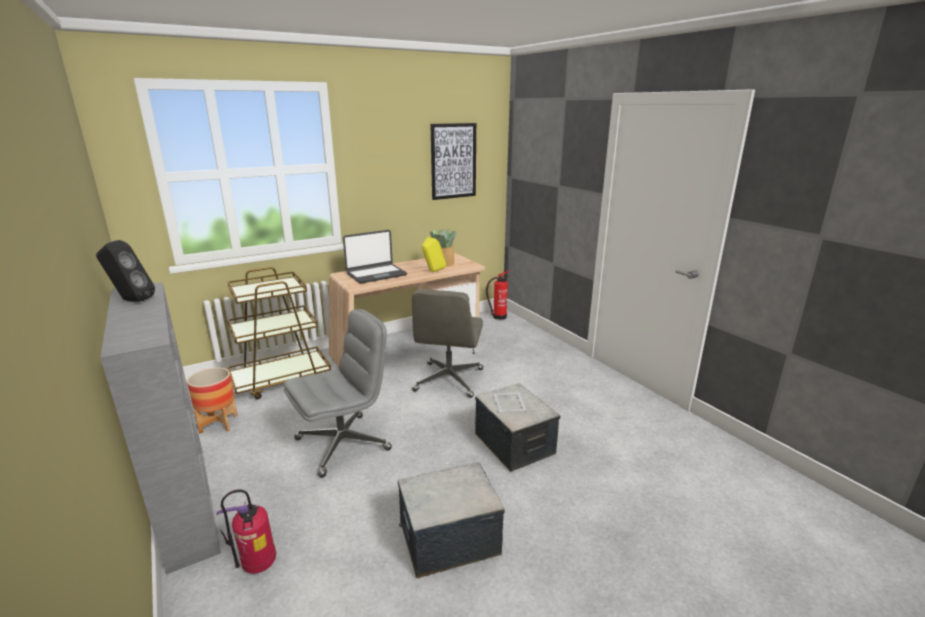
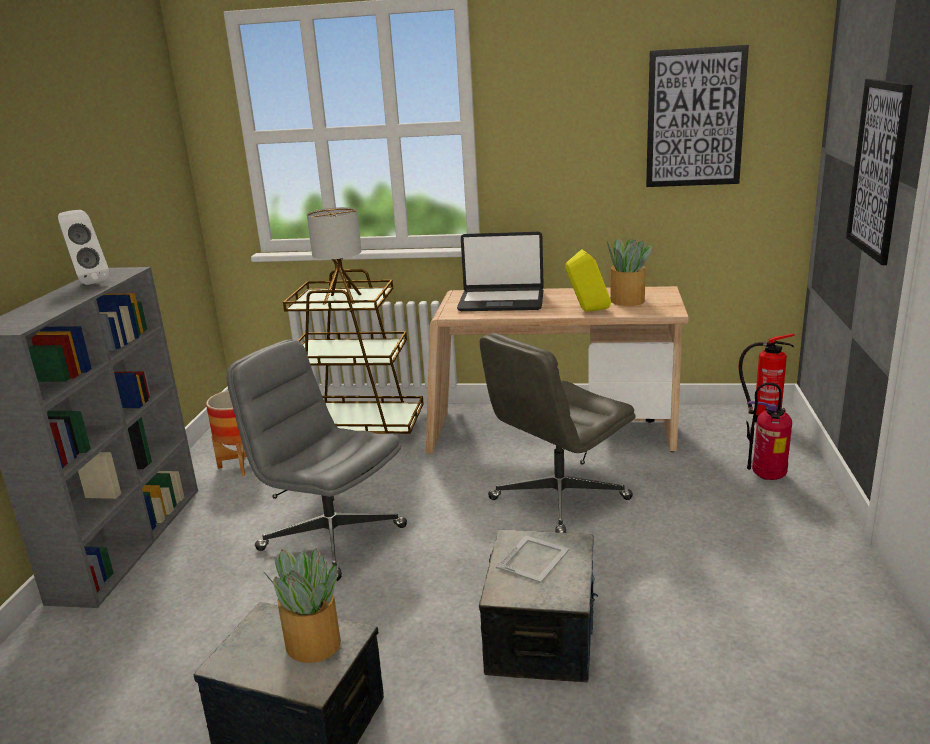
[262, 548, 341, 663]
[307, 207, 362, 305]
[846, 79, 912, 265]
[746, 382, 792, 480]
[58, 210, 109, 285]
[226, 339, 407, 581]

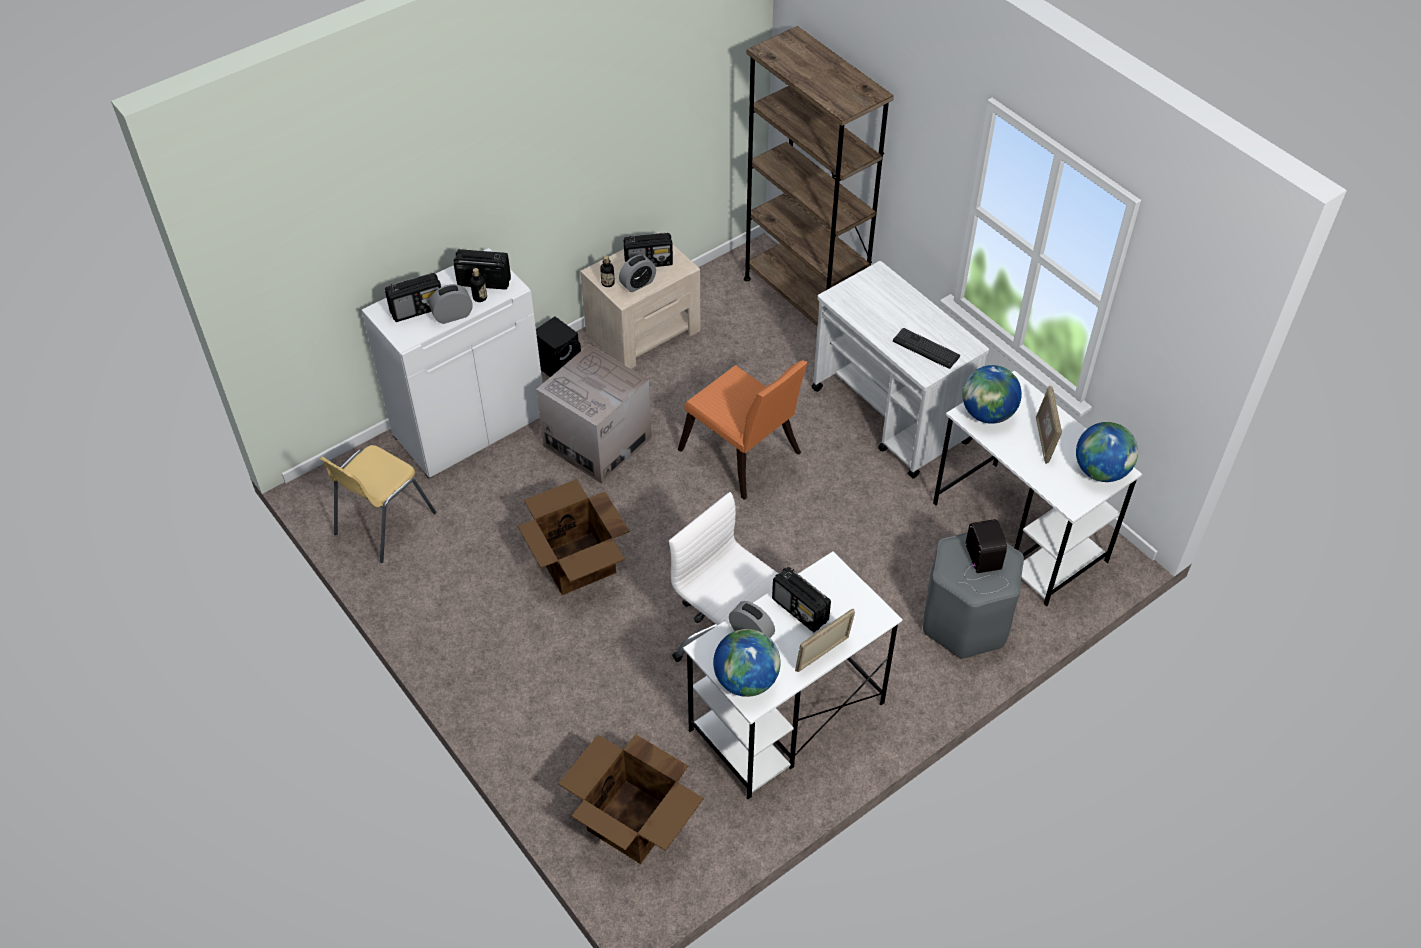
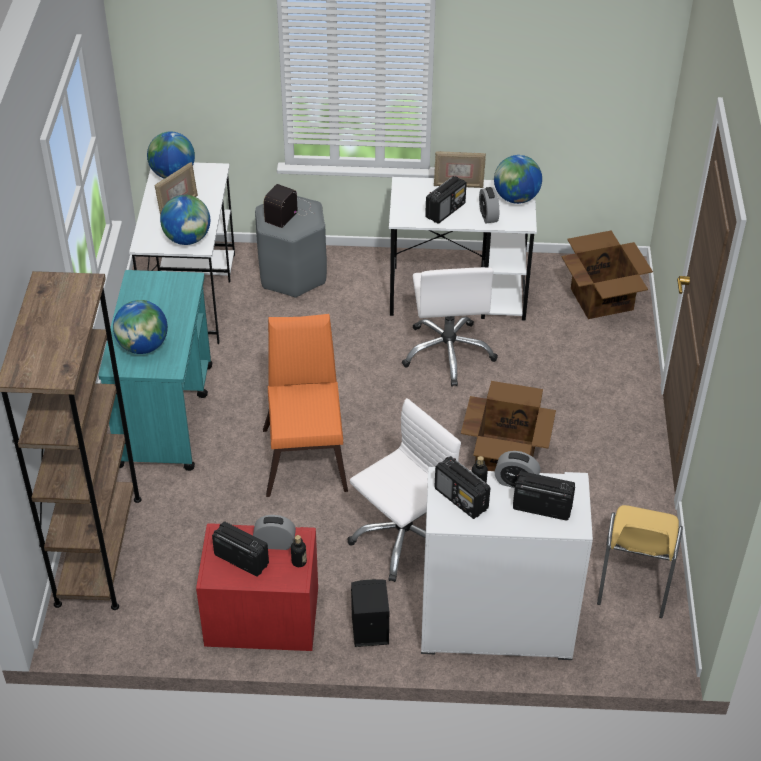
[893, 328, 960, 369] (first image)
[113, 300, 168, 354]
[347, 398, 461, 582]
[196, 523, 318, 651]
[99, 270, 212, 471]
[597, 505, 683, 618]
[425, 176, 467, 224]

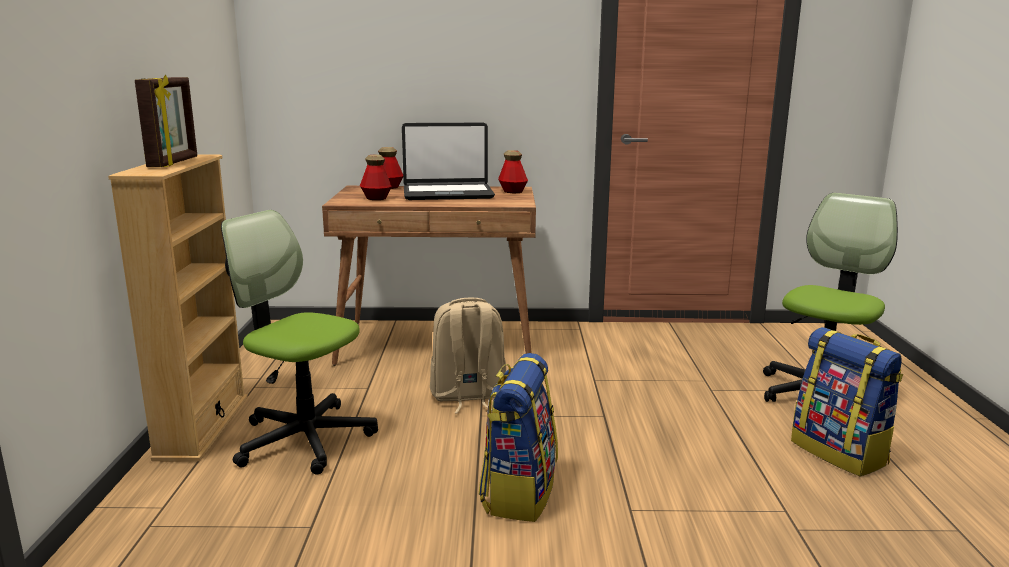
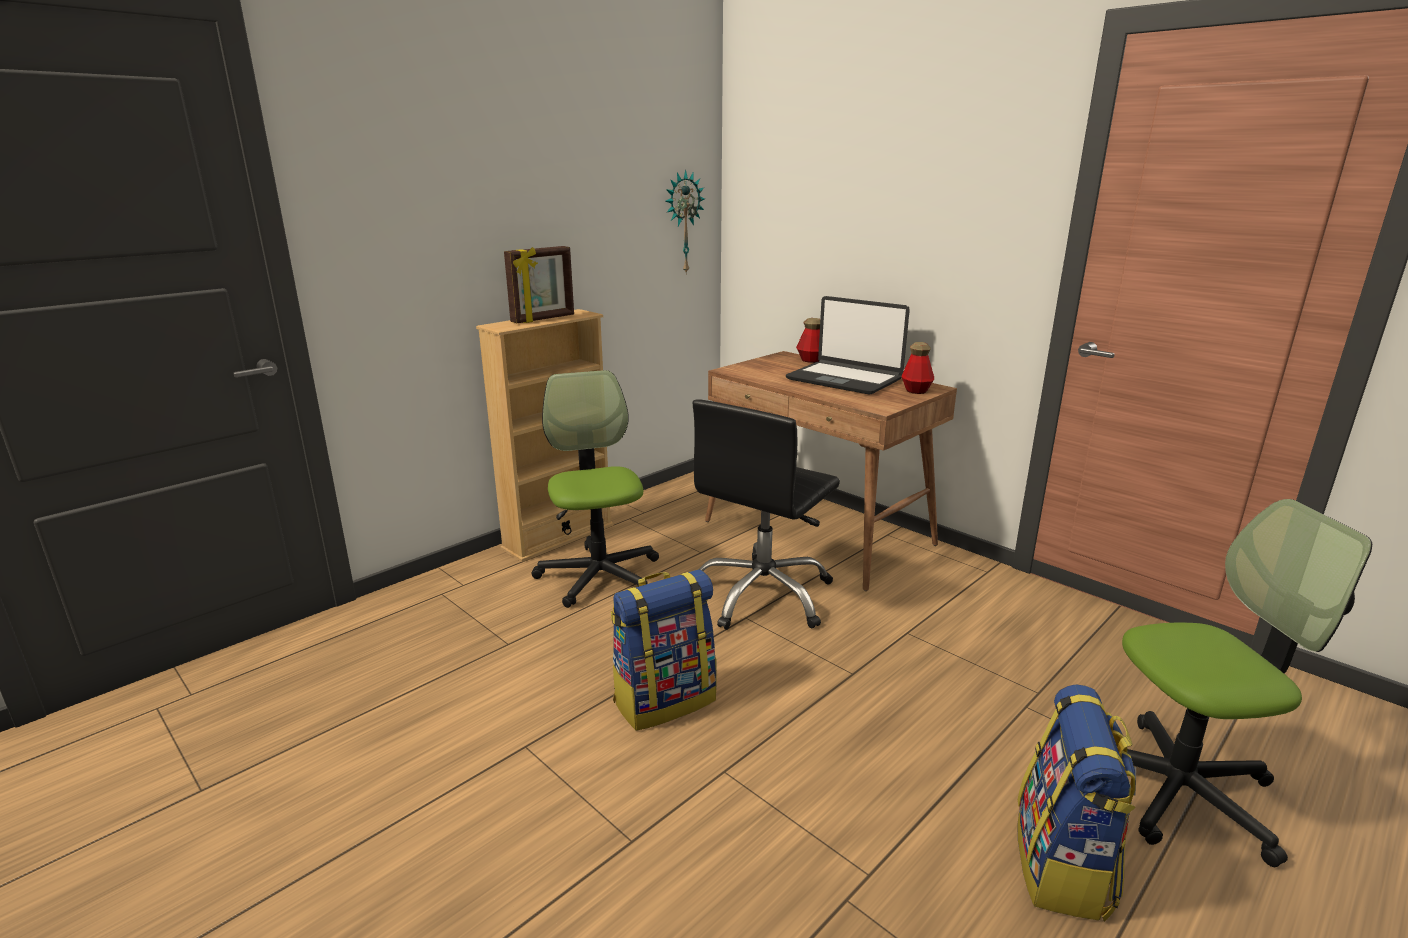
[360, 155, 392, 200] (first image)
[666, 169, 705, 275]
[693, 399, 840, 630]

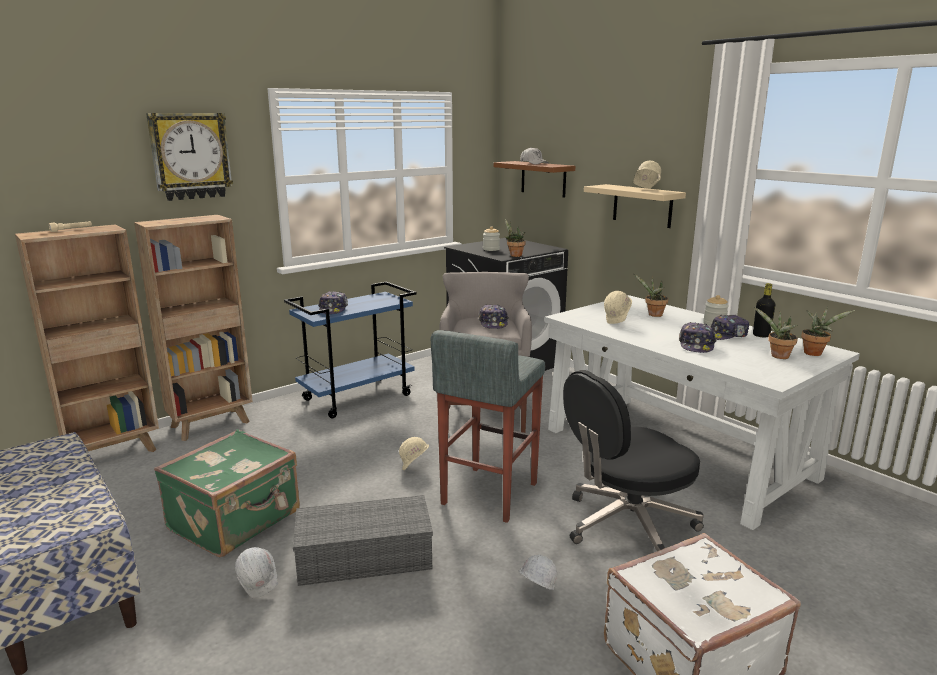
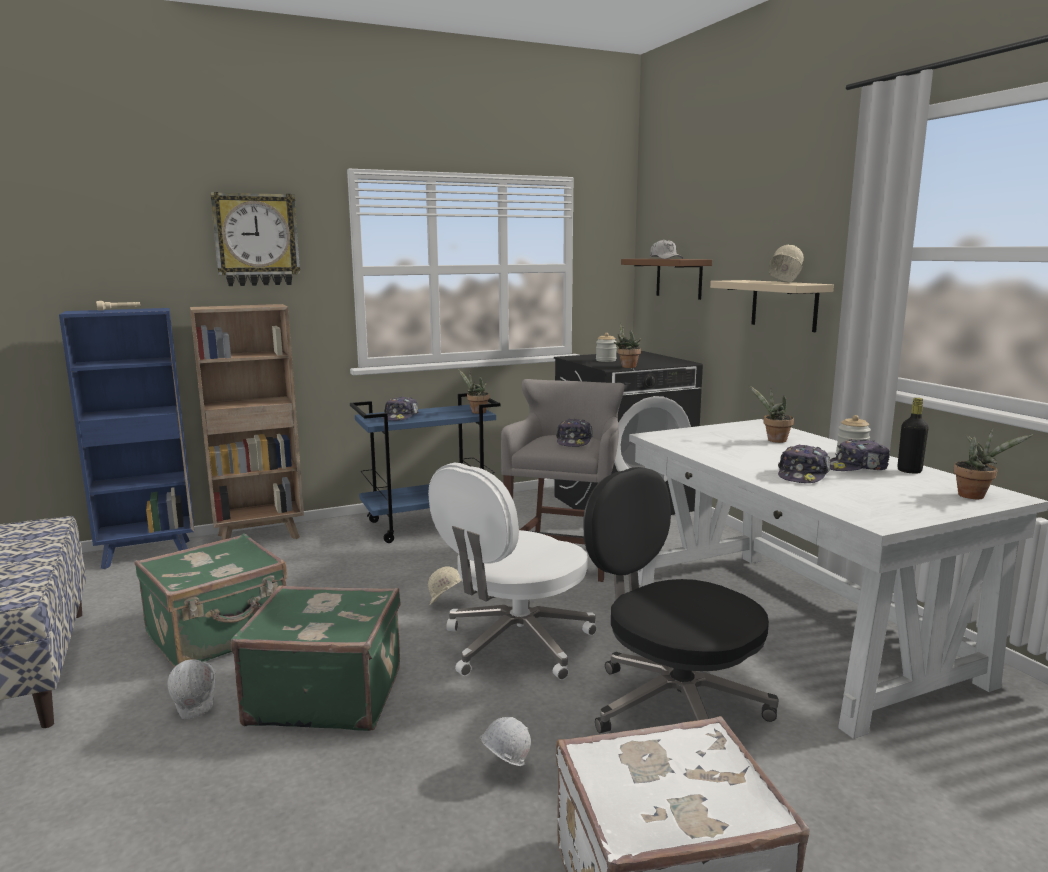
[604, 291, 632, 324] (first image)
[458, 369, 490, 414]
[231, 585, 401, 731]
[428, 463, 597, 680]
[59, 308, 194, 569]
[583, 467, 779, 733]

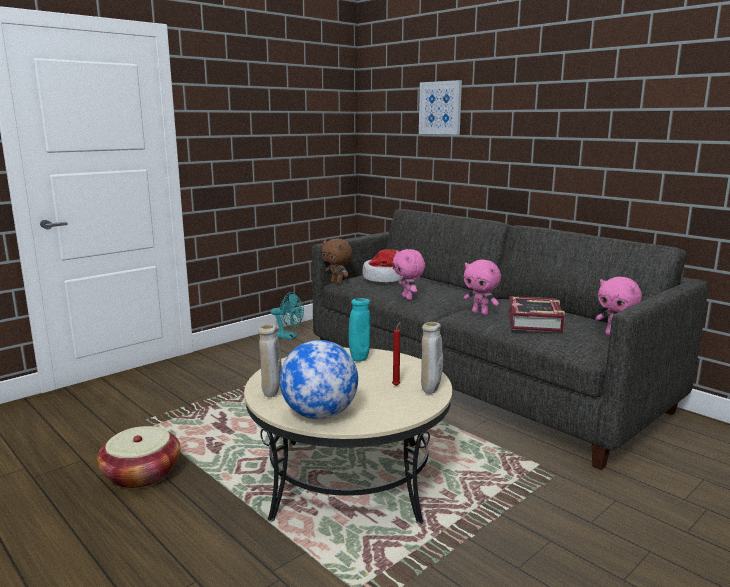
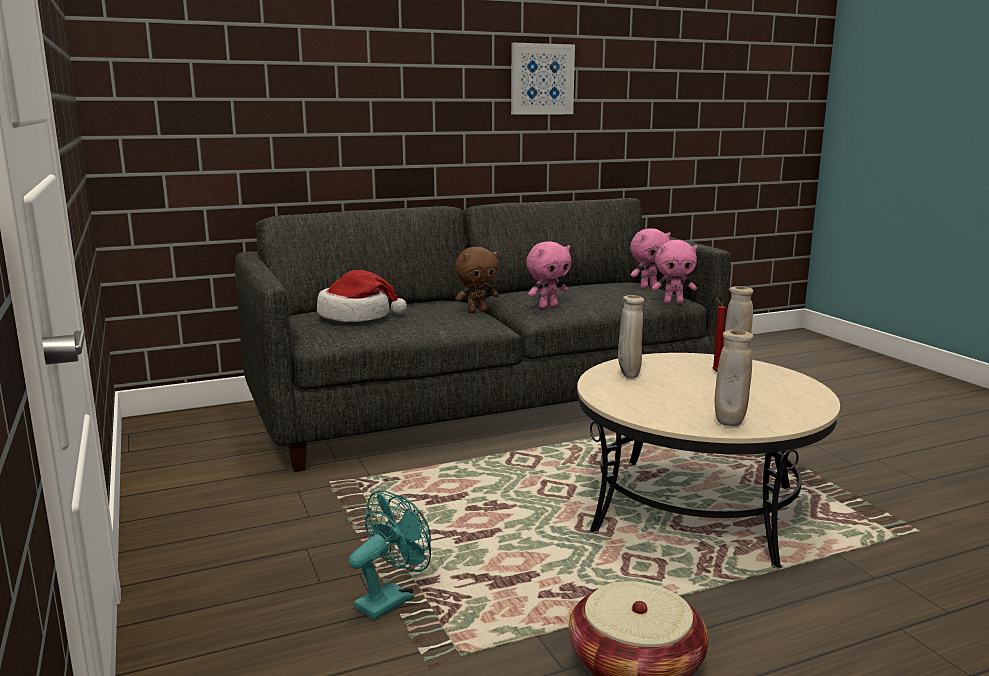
[280, 340, 358, 419] (first image)
[508, 296, 565, 332] (first image)
[348, 490, 431, 620]
[455, 247, 499, 313]
[652, 240, 698, 304]
[511, 43, 575, 115]
[618, 295, 644, 378]

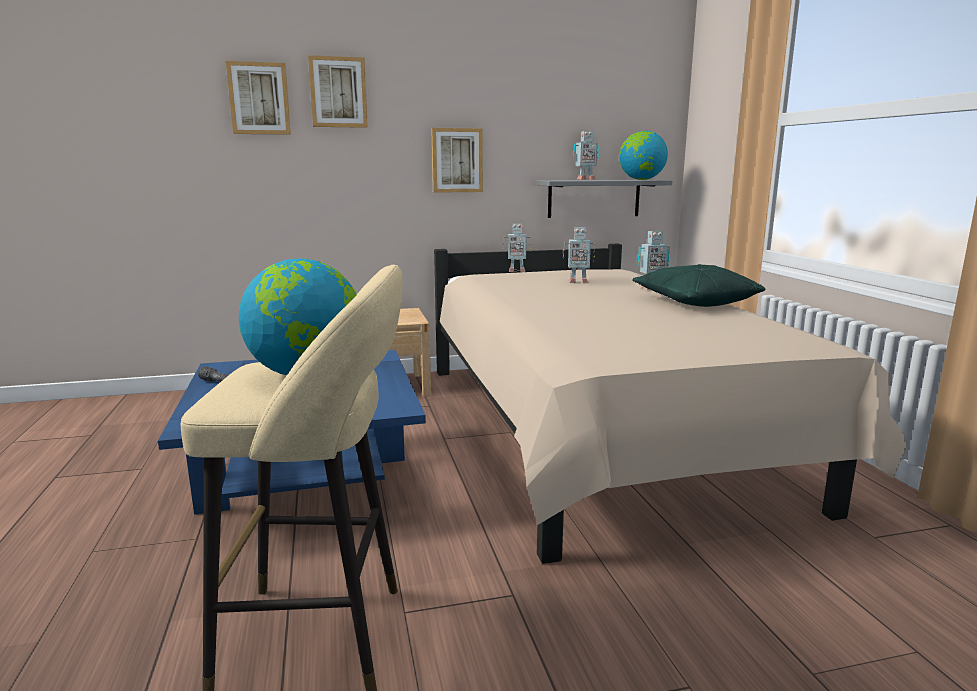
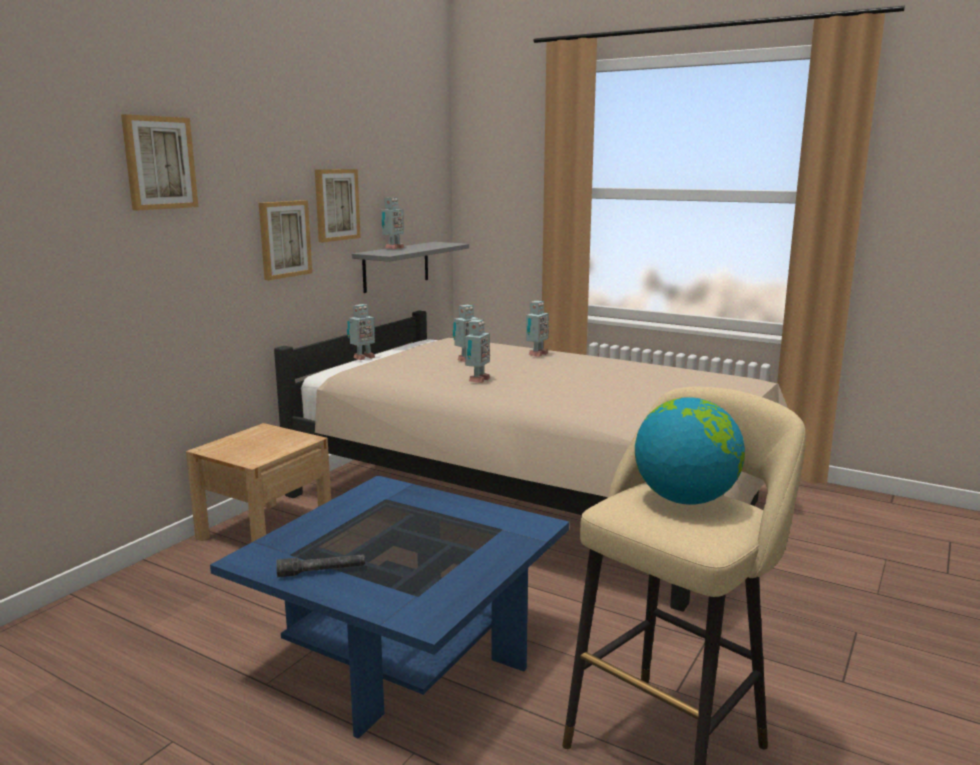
[619, 131, 668, 180] (first image)
[632, 264, 766, 307] (first image)
[465, 319, 490, 383]
[315, 169, 361, 242]

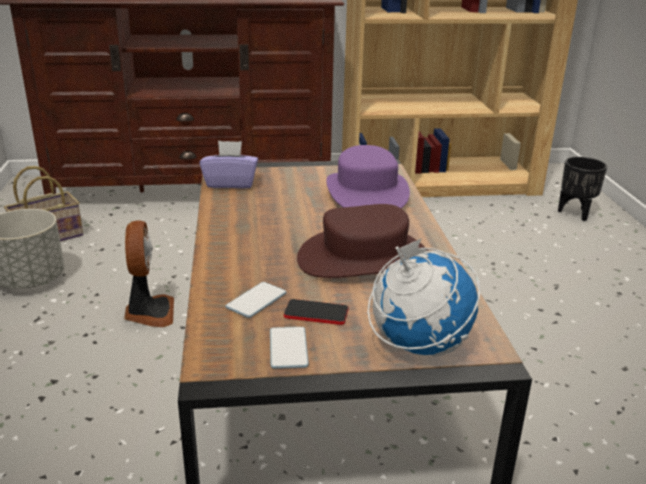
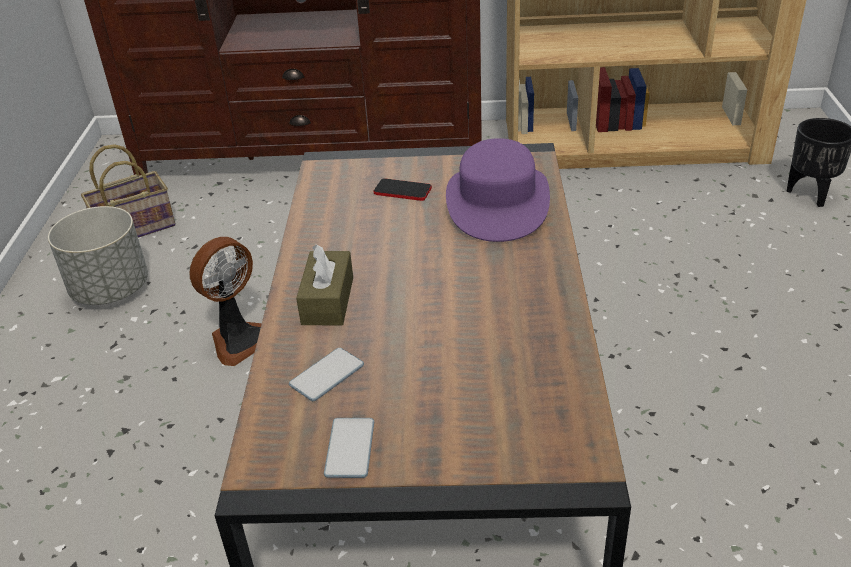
[200, 141, 258, 188] (first image)
[297, 204, 428, 278] (first image)
[367, 238, 480, 357] (first image)
[296, 244, 353, 325]
[374, 179, 432, 201]
[189, 237, 262, 366]

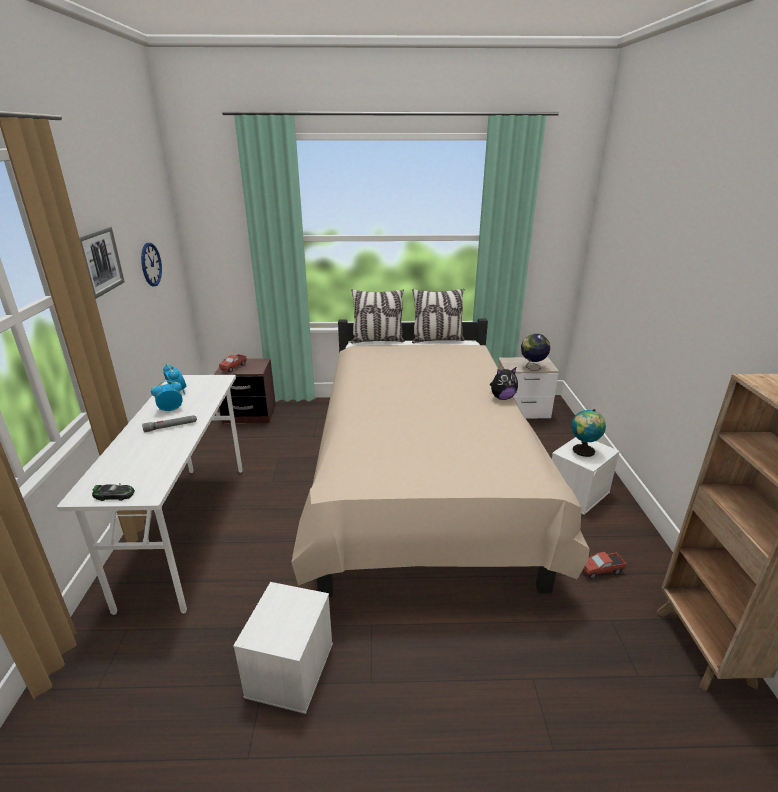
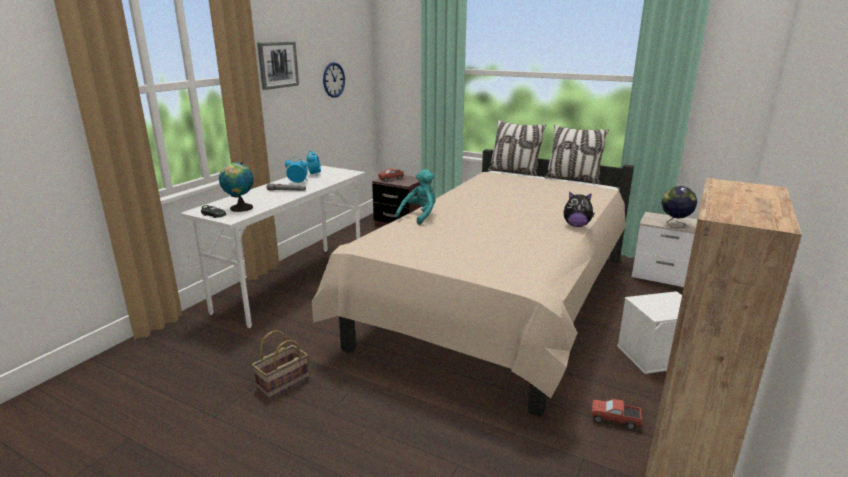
[395, 169, 436, 225]
[219, 162, 254, 212]
[252, 331, 309, 398]

